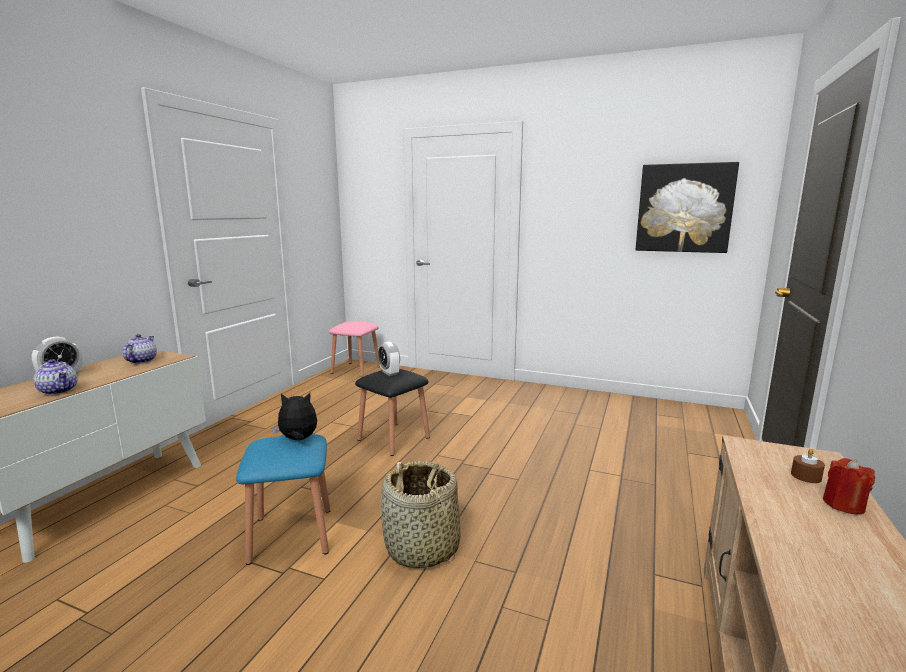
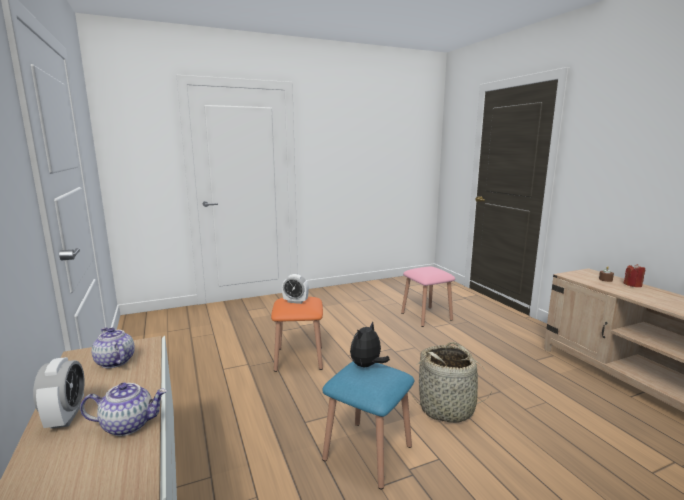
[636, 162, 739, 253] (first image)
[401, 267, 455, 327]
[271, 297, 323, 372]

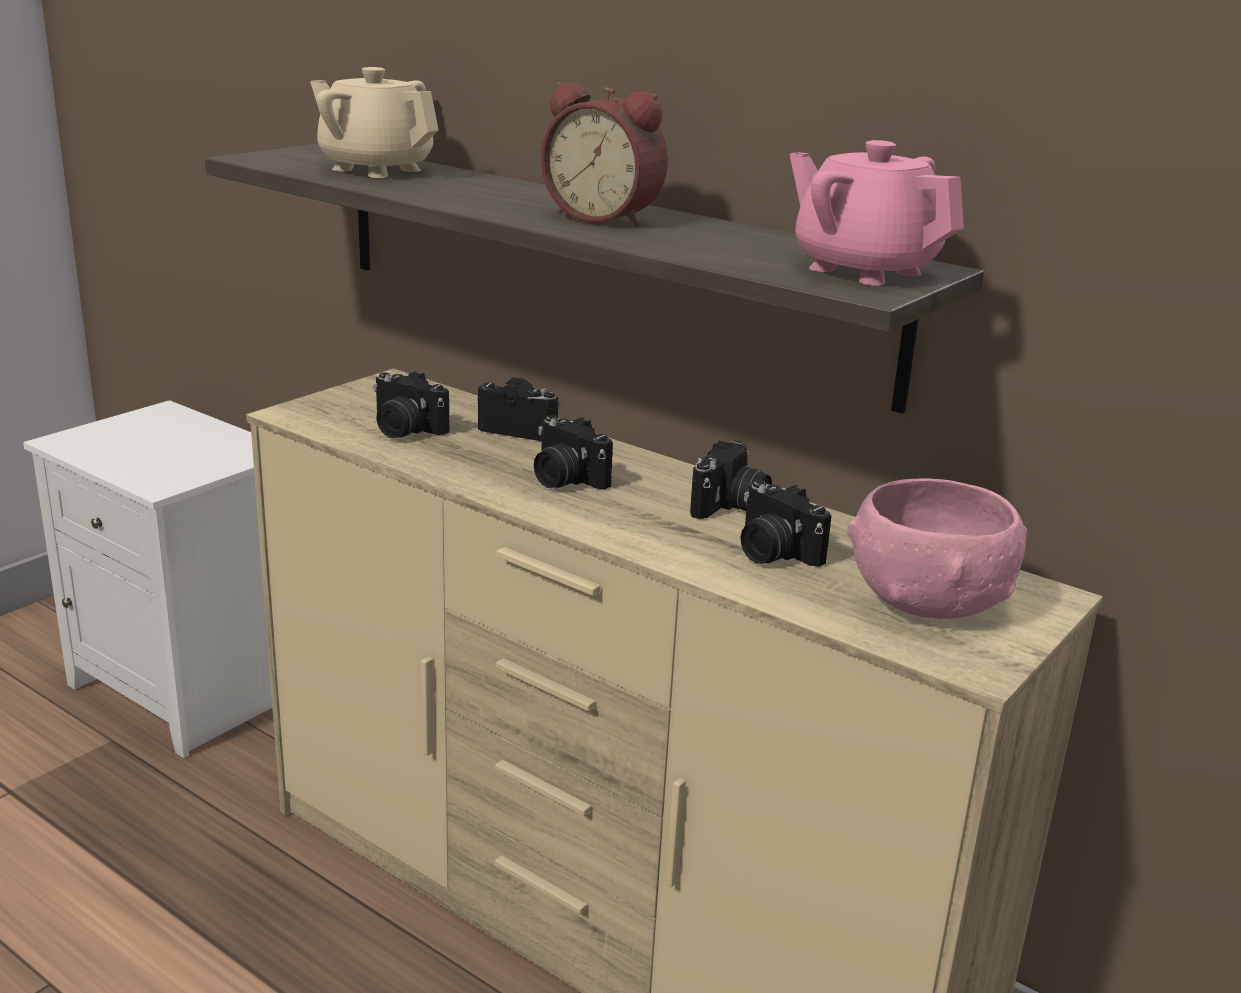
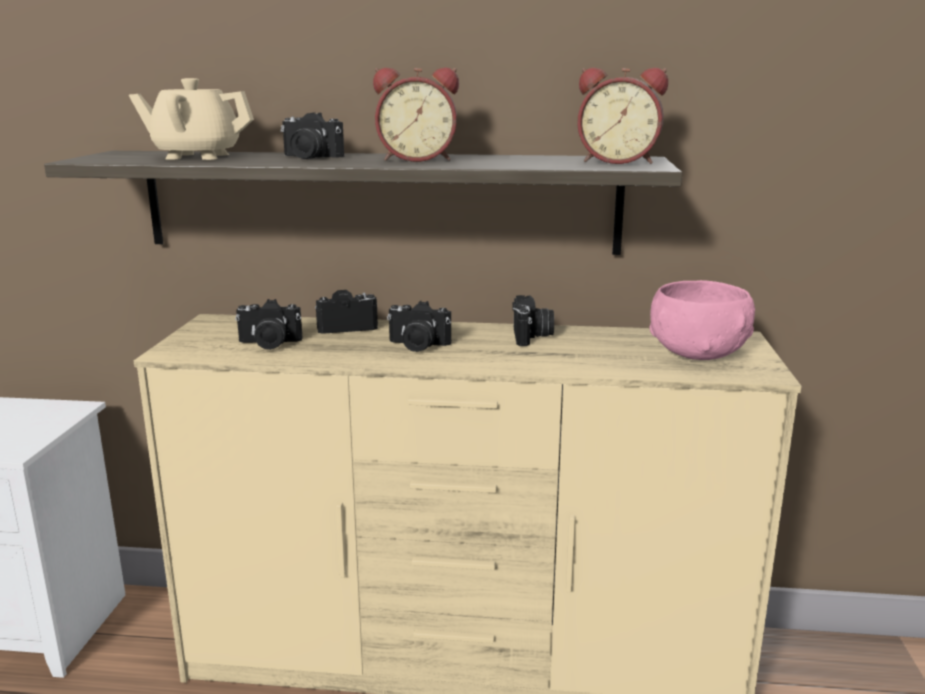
[281, 113, 344, 159]
[577, 68, 668, 164]

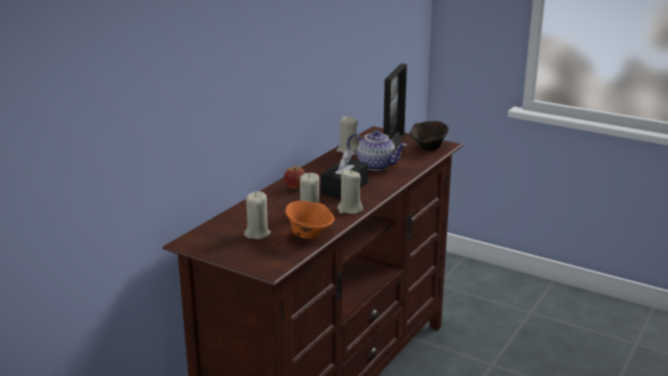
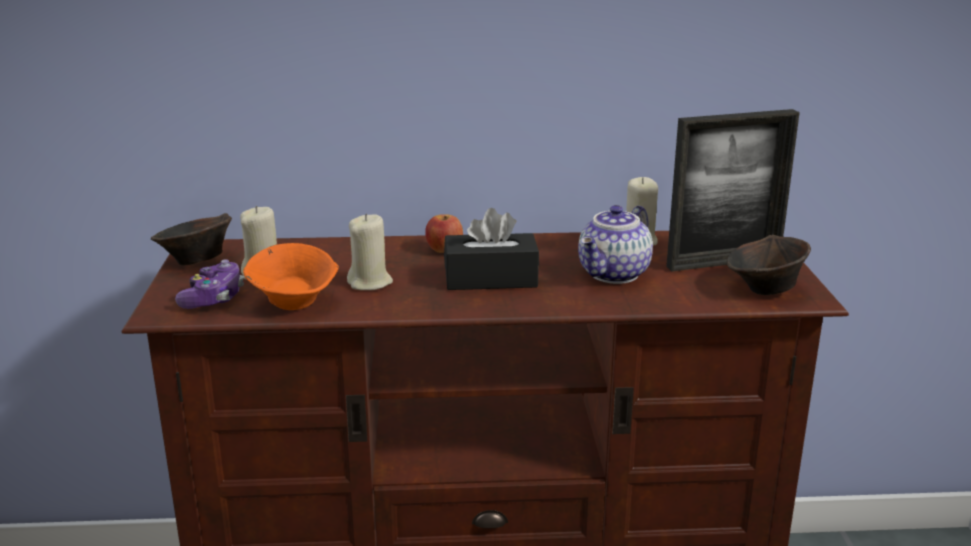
[337, 170, 363, 214] (first image)
[151, 213, 232, 266]
[175, 259, 244, 309]
[578, 205, 653, 284]

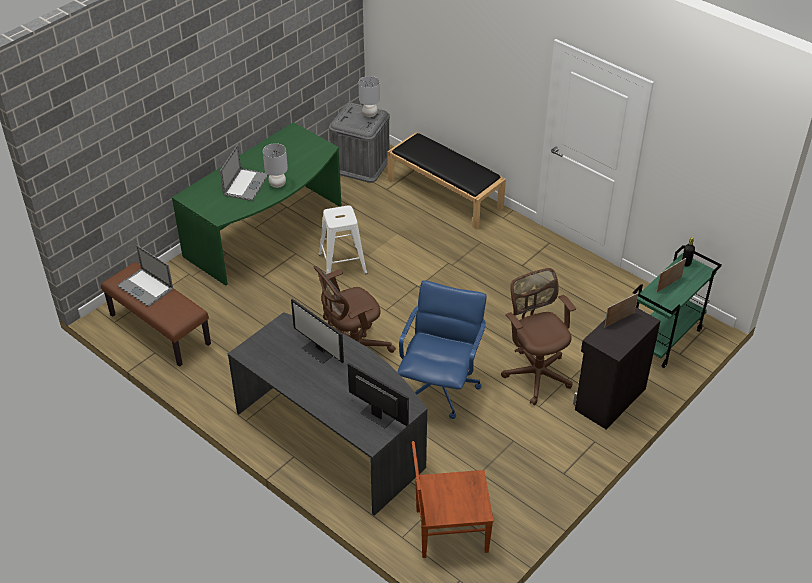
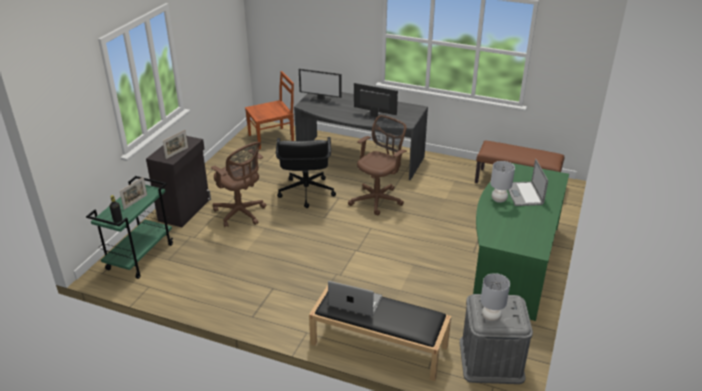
[318, 205, 367, 274] (first image)
[328, 281, 382, 316]
[276, 137, 336, 208]

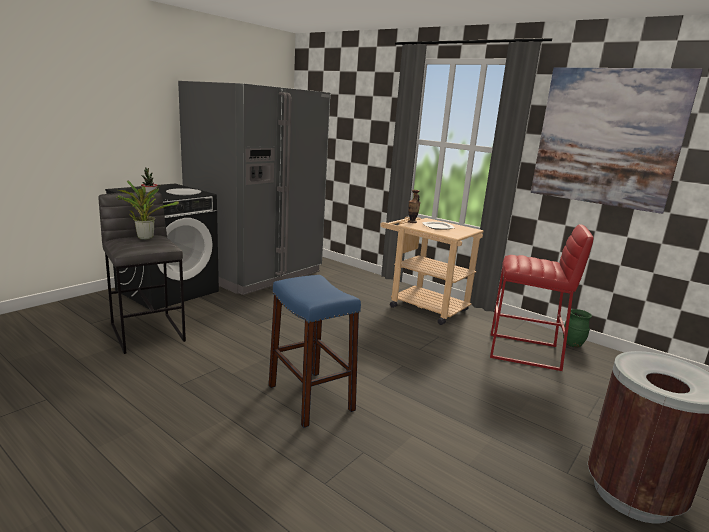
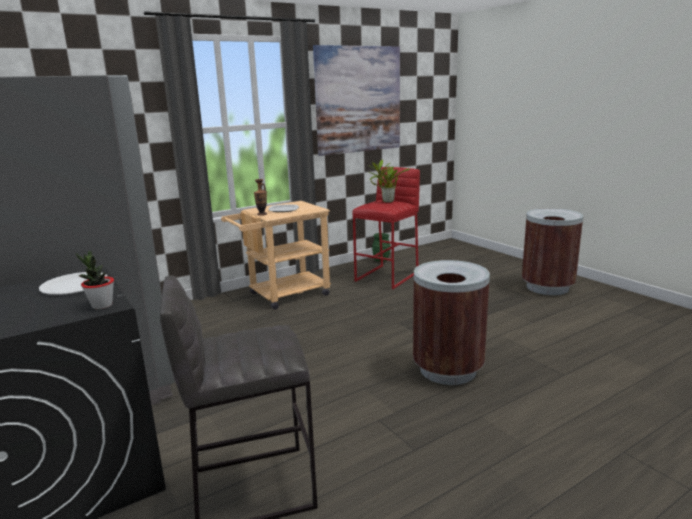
[368, 160, 410, 203]
[413, 260, 490, 385]

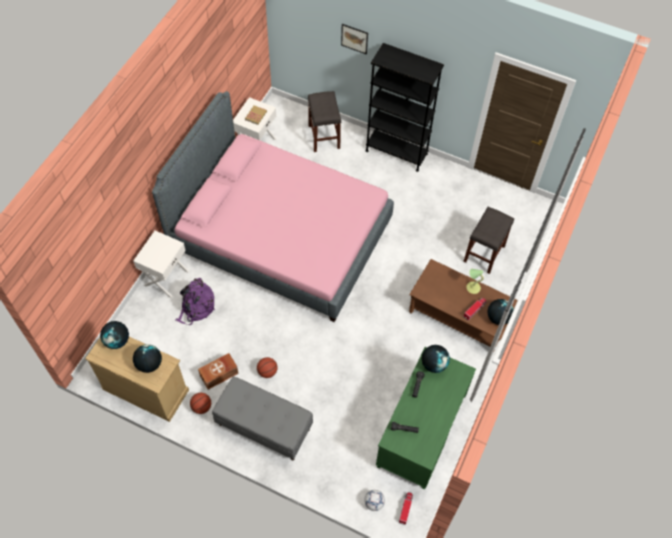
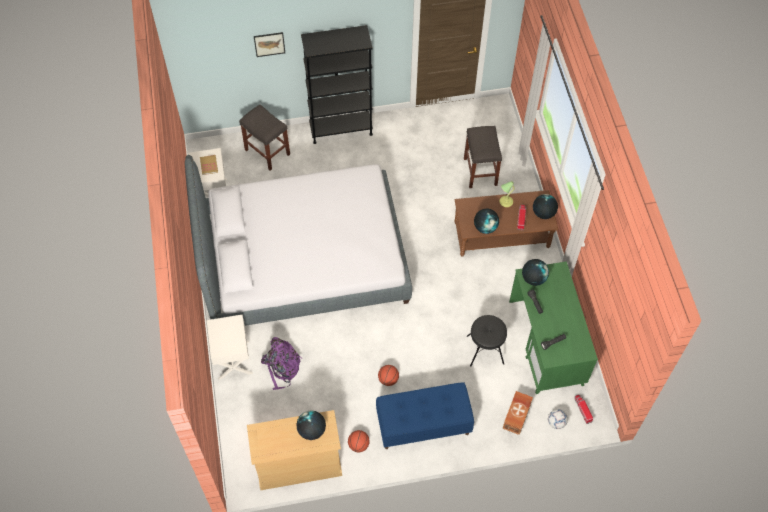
[467, 315, 507, 366]
[474, 209, 499, 234]
[503, 391, 533, 435]
[185, 155, 412, 326]
[376, 382, 474, 449]

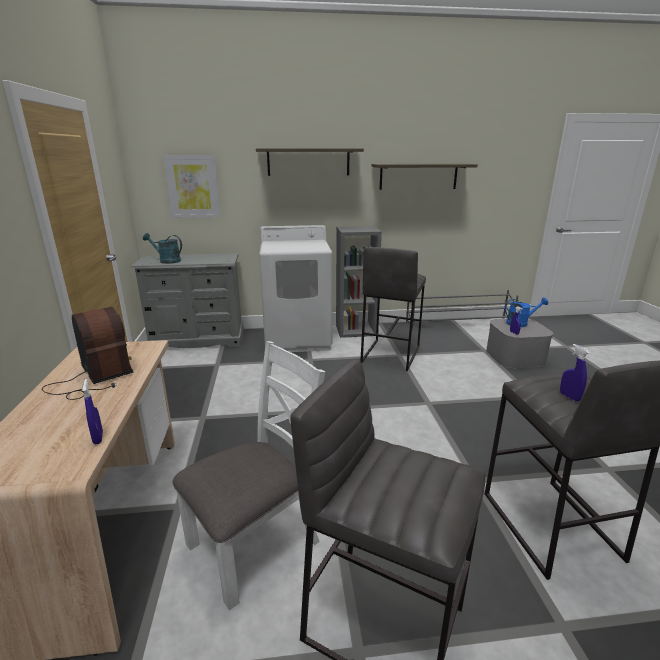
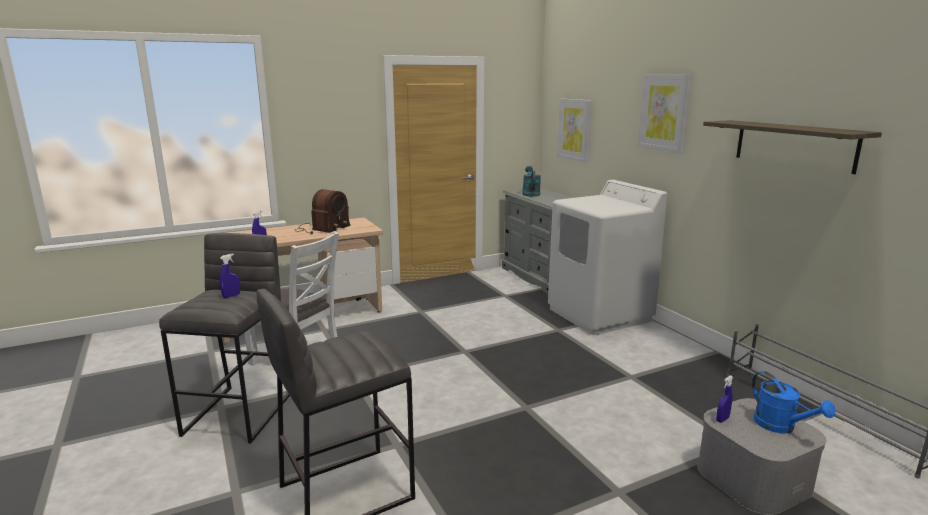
[336, 226, 382, 338] (first image)
[360, 247, 426, 371] (first image)
[220, 254, 240, 298]
[638, 75, 692, 153]

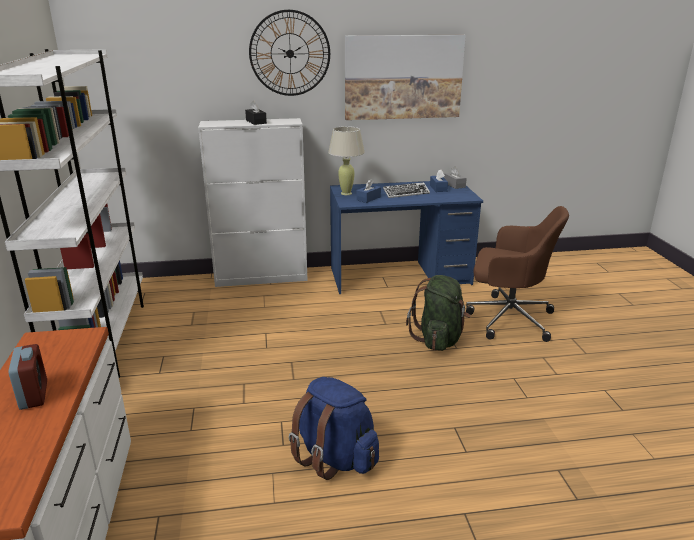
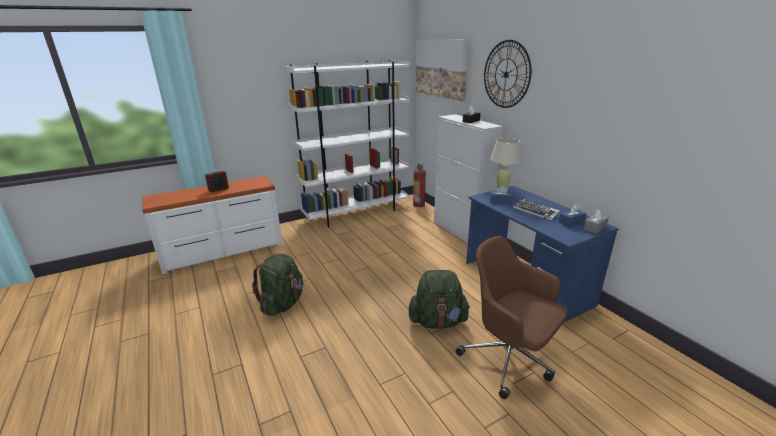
[413, 163, 426, 207]
[416, 39, 469, 101]
[252, 254, 303, 316]
[455, 236, 567, 399]

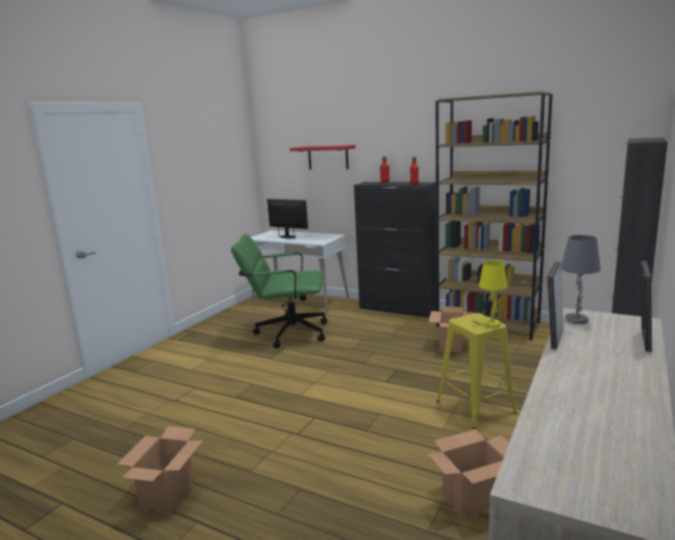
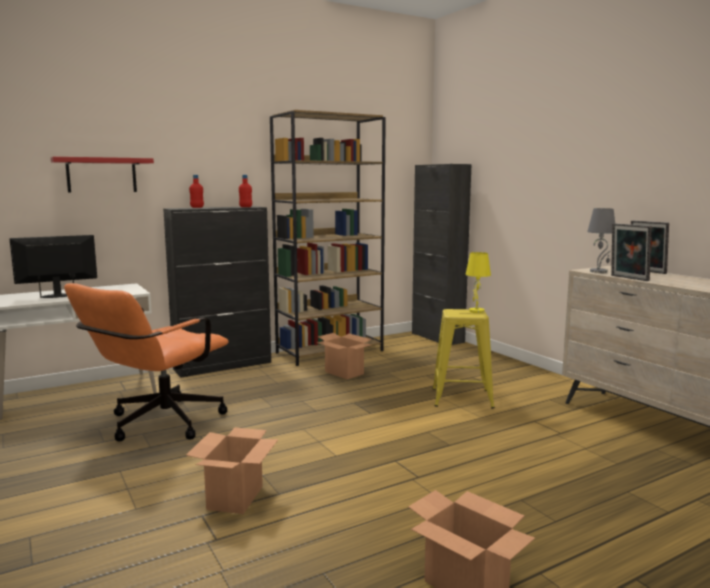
[186, 427, 278, 514]
[64, 283, 228, 442]

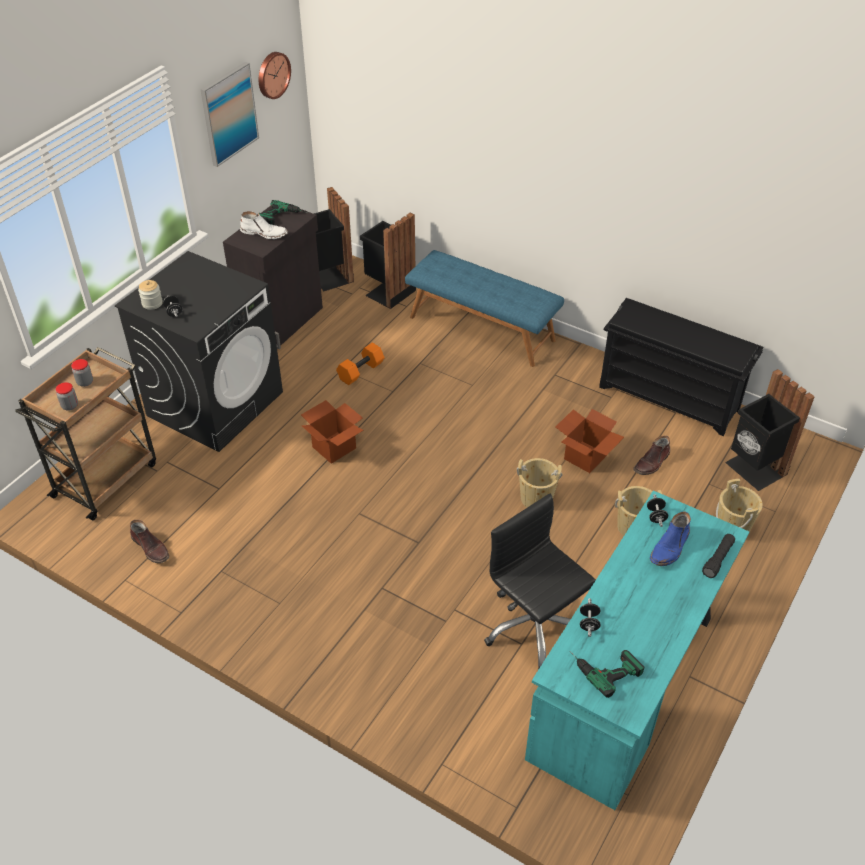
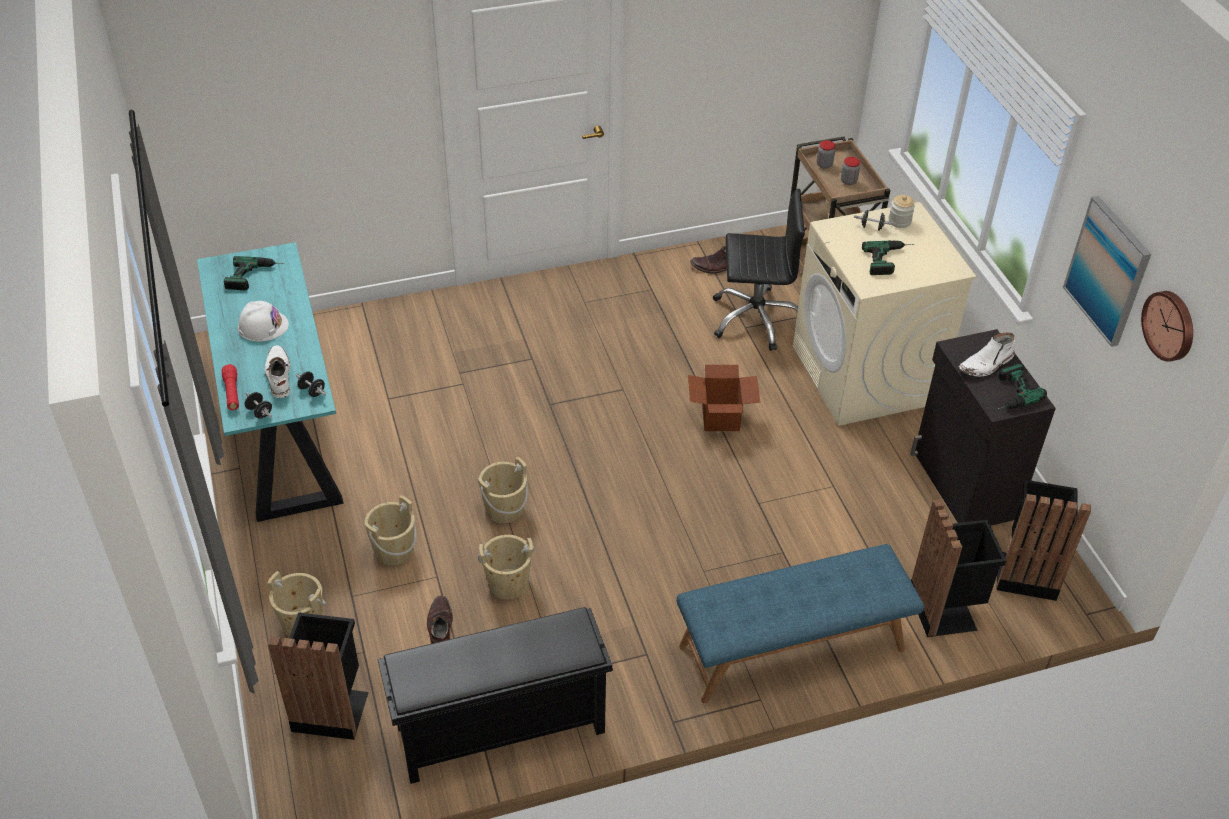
[336, 343, 384, 385] (first image)
[238, 301, 289, 342]
[862, 240, 914, 275]
[713, 189, 805, 351]
[245, 392, 272, 419]
[478, 535, 535, 599]
[793, 202, 977, 426]
[265, 345, 290, 398]
[222, 364, 239, 410]

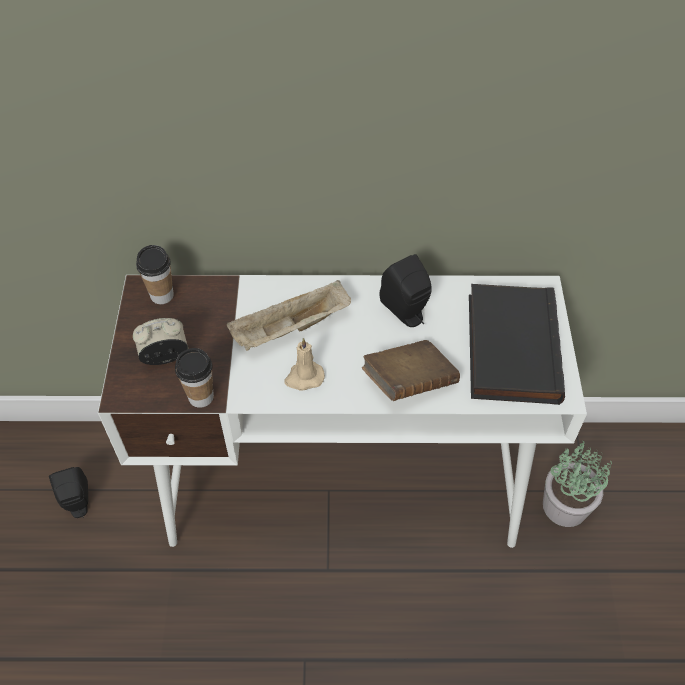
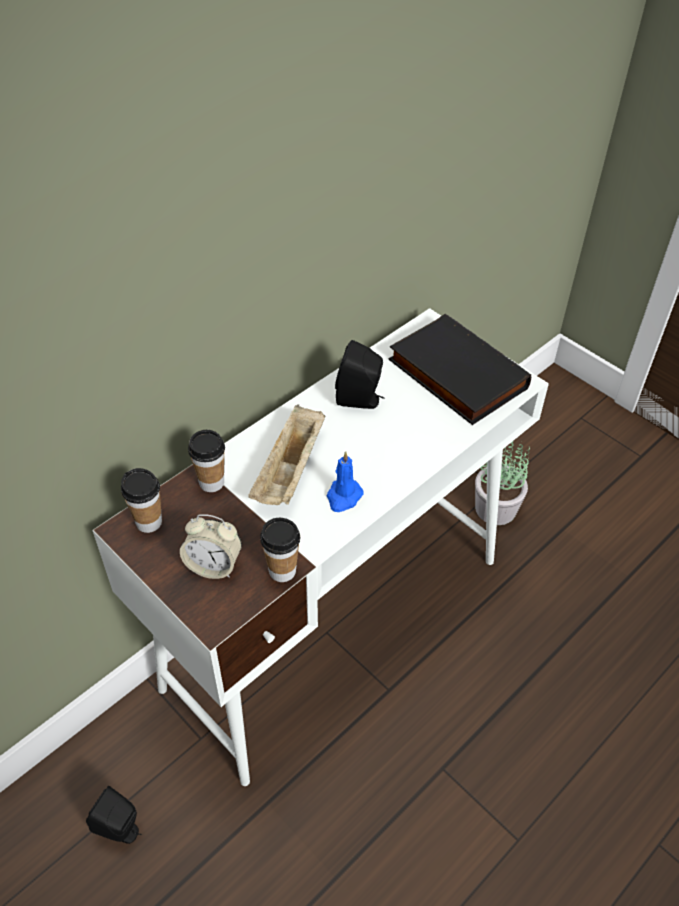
[362, 340, 460, 401] (first image)
[188, 430, 225, 492]
[326, 451, 364, 512]
[180, 514, 242, 579]

